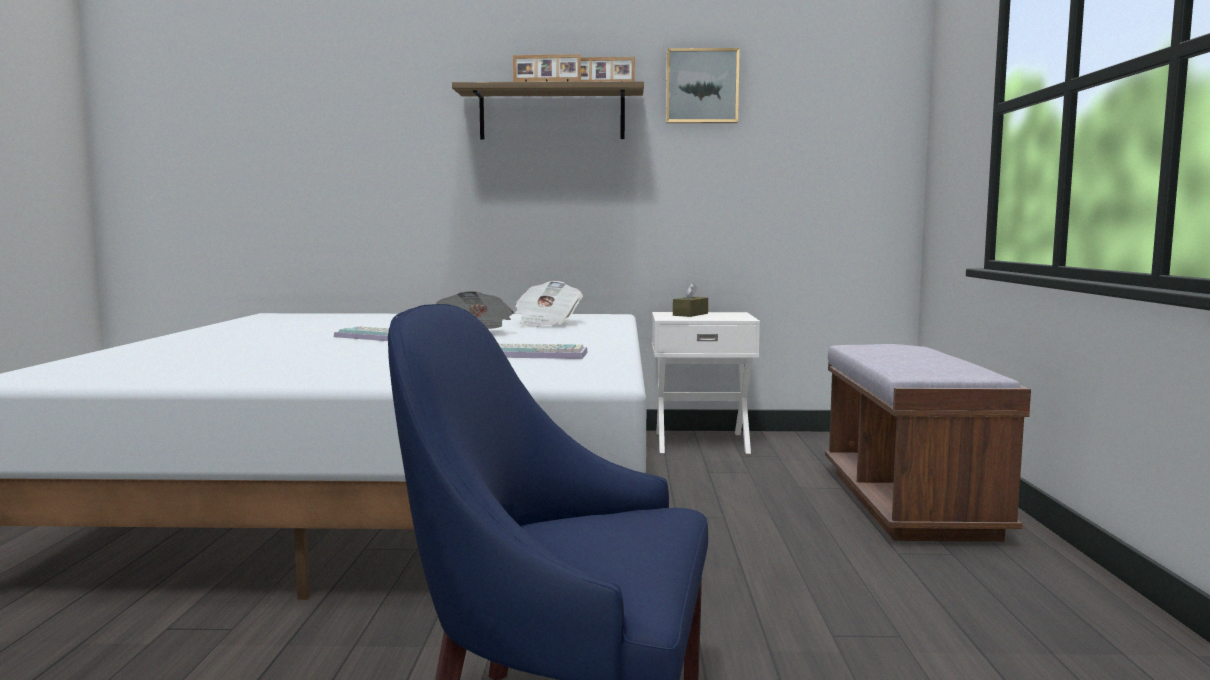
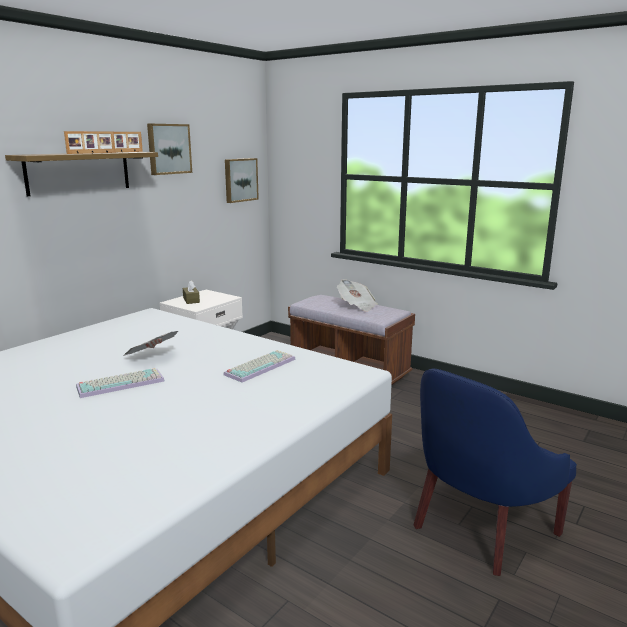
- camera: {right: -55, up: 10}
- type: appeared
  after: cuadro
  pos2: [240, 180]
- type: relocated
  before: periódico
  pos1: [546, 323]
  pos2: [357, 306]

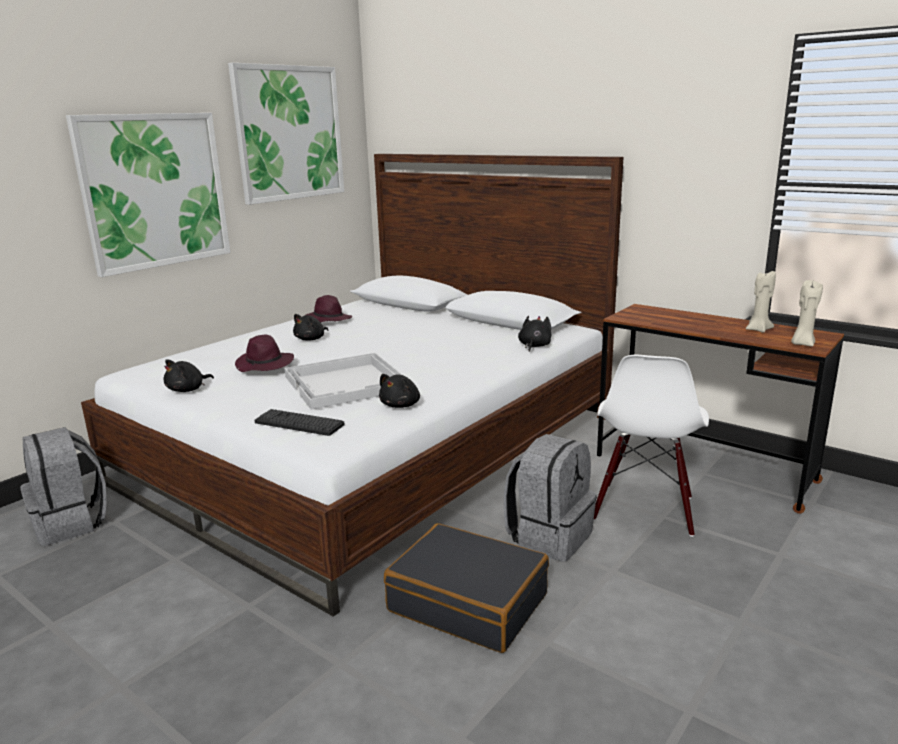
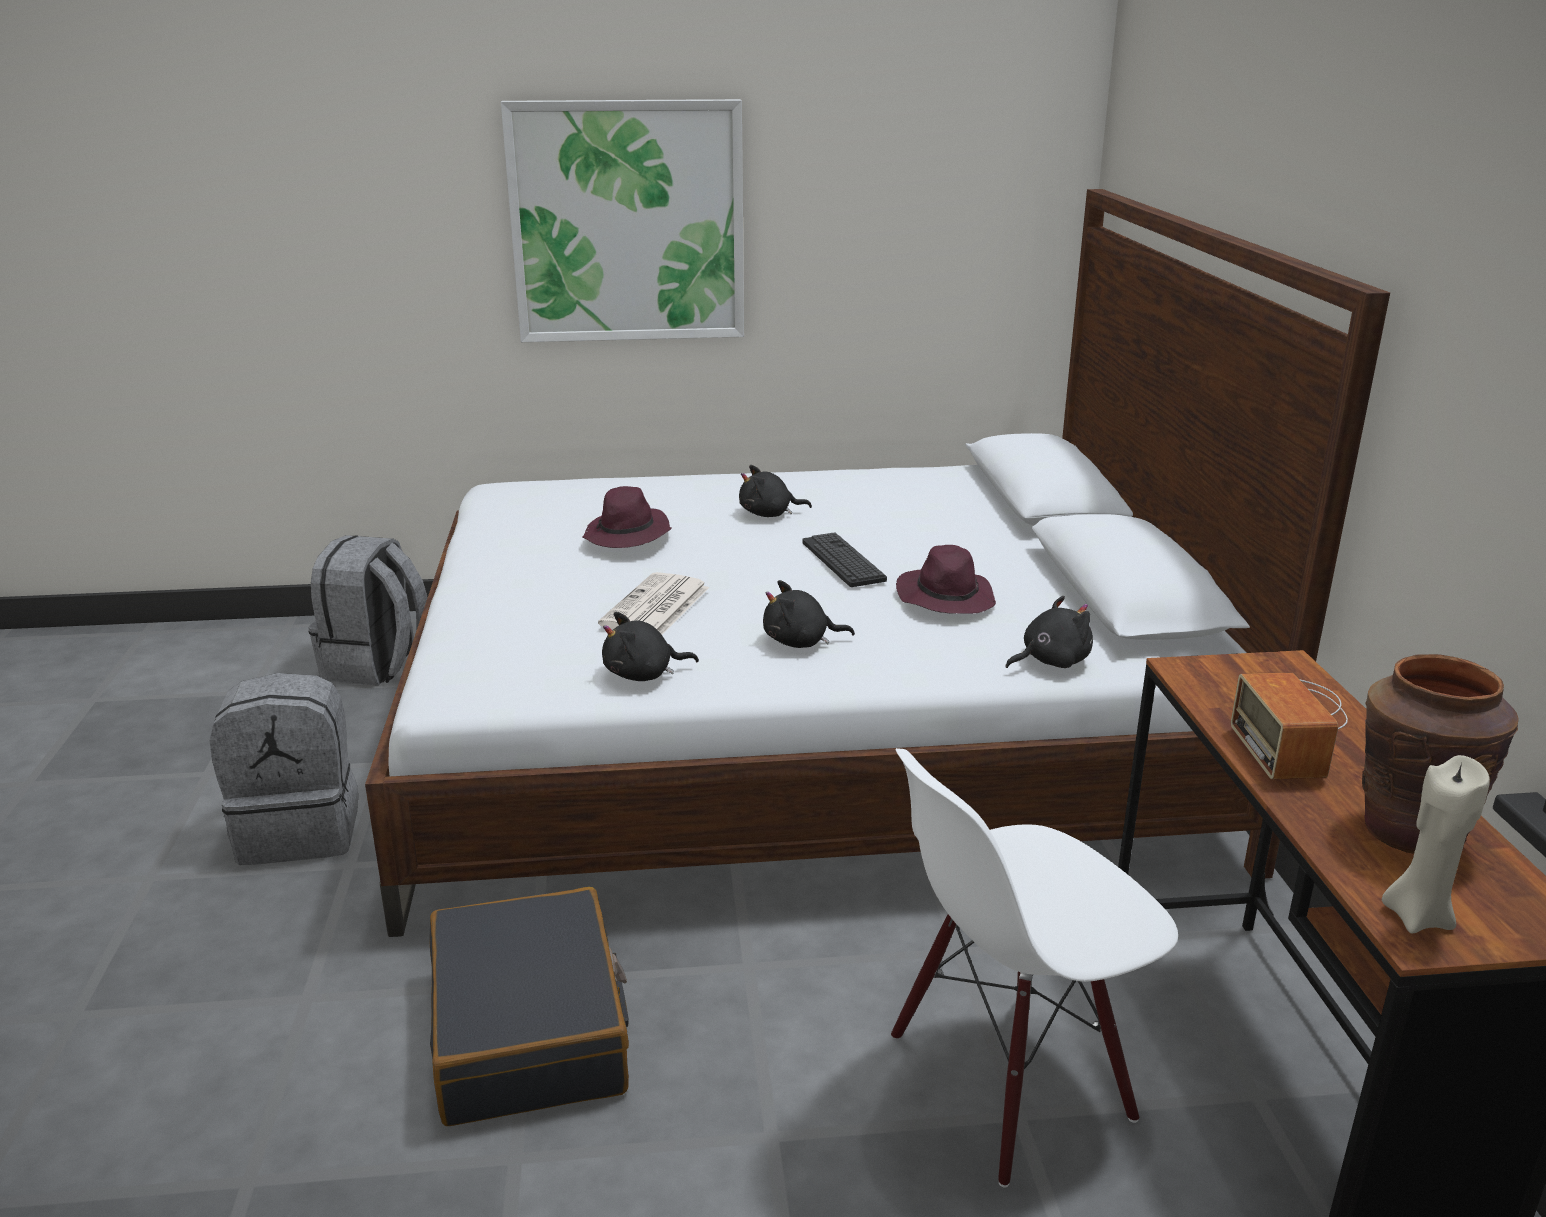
- camera: {right: 45, up: 5}
- type: missing
  before: cuadro
  pos1: [289, 133]
- type: appeared
  after: radio
  pos2: [1291, 724]
- type: relocated
  before: peluche (negro)
  pos1: [188, 390]
  pos2: [800, 642]
- type: relocated
  before: teclado
  pos1: [299, 423]
  pos2: [843, 561]
- type: relocated
  before: sombrero (morado)
  pos1: [328, 320]
  pos2: [945, 598]
- type: relocated
  before: mochila (gris)
  pos1: [549, 536]
  pos2: [301, 831]
- type: exchanged
  before: bandeja (blanco)
  after: periódico
  pos1: [347, 383]
  pos2: [656, 607]
- type: exchanged
  before: vela (beis)
  after: florero (marrón)
  pos1: [758, 330]
  pos2: [1410, 831]

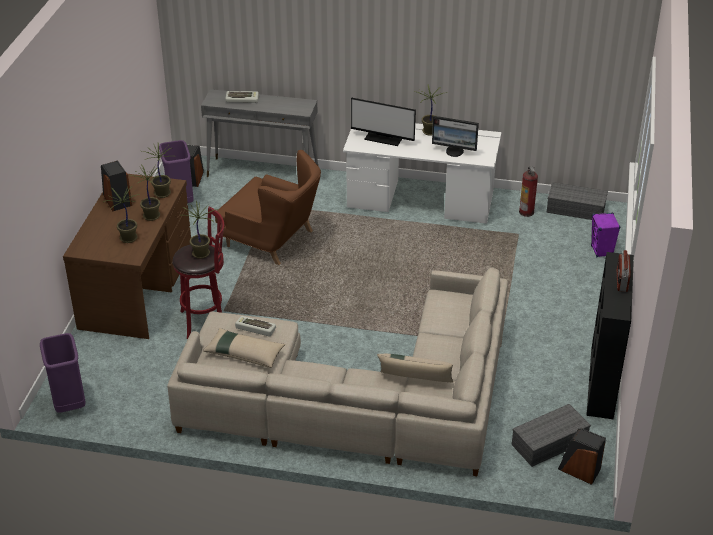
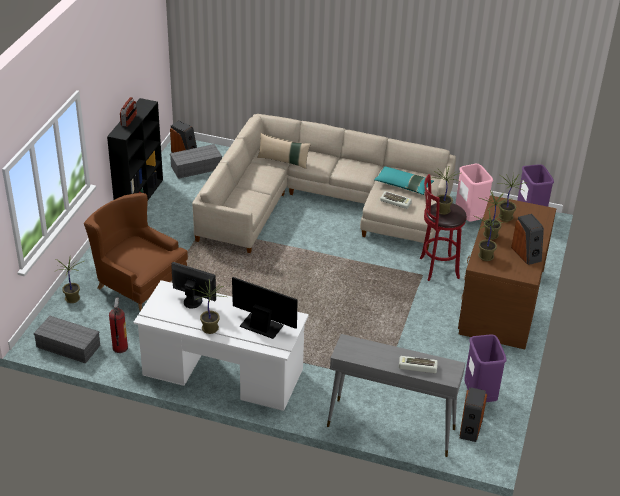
- camera: {right: -175, up: 0}
- type: appeared
  after: papelera (rosa)
  pos2: [469, 218]
- type: relocated
  before: sillón (marrón)
  pos1: [272, 240]
  pos2: [137, 282]
- type: exchanged
  before: altavoz (morado)
  after: planta en maceta
  pos1: [602, 251]
  pos2: [72, 298]
- type: colour
  before: cojín (beis)
  after: cojín (turquesa)
  pos1: [244, 353]
  pos2: [403, 185]

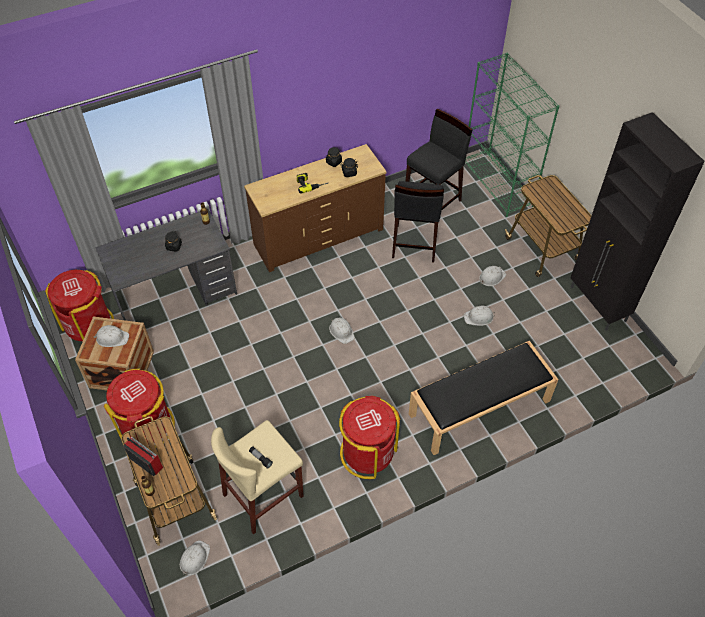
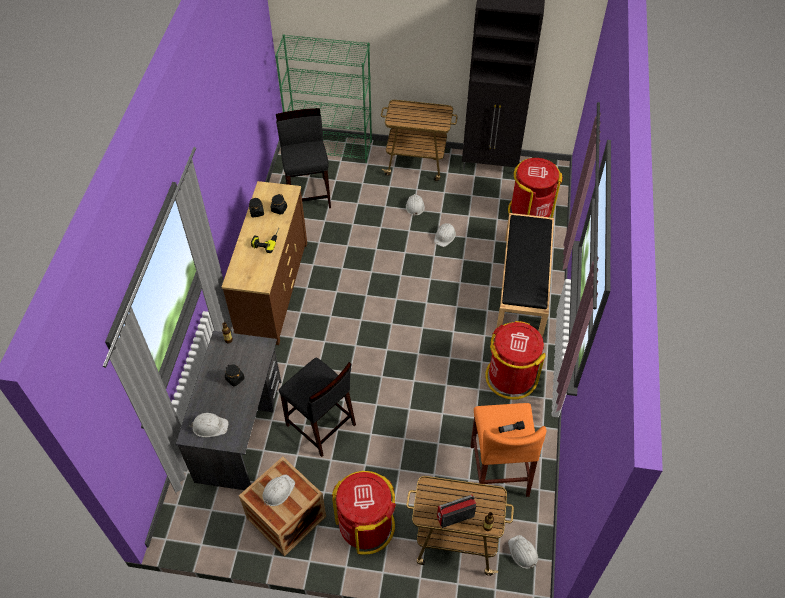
- camera: {right: -55, up: 0}
- type: relocated
  before: papelera (rojo)
  pos1: [89, 325]
  pos2: [530, 211]
- type: relocated
  before: casco (blanco)
  pos1: [341, 331]
  pos2: [209, 426]
- type: relocated
  before: taburete (negro)
  pos1: [414, 243]
  pos2: [321, 426]
- type: colour
  before: taburete (beis)
  after: taburete (naranja)
  pos1: [263, 495]
  pos2: [498, 470]

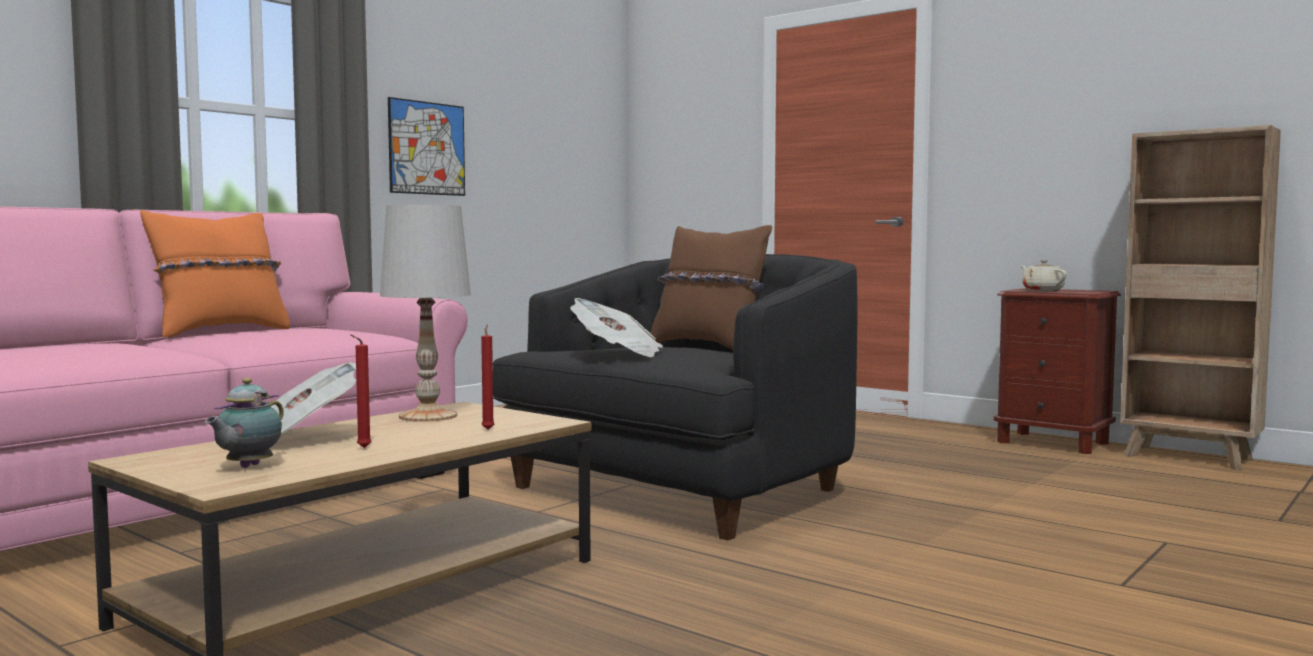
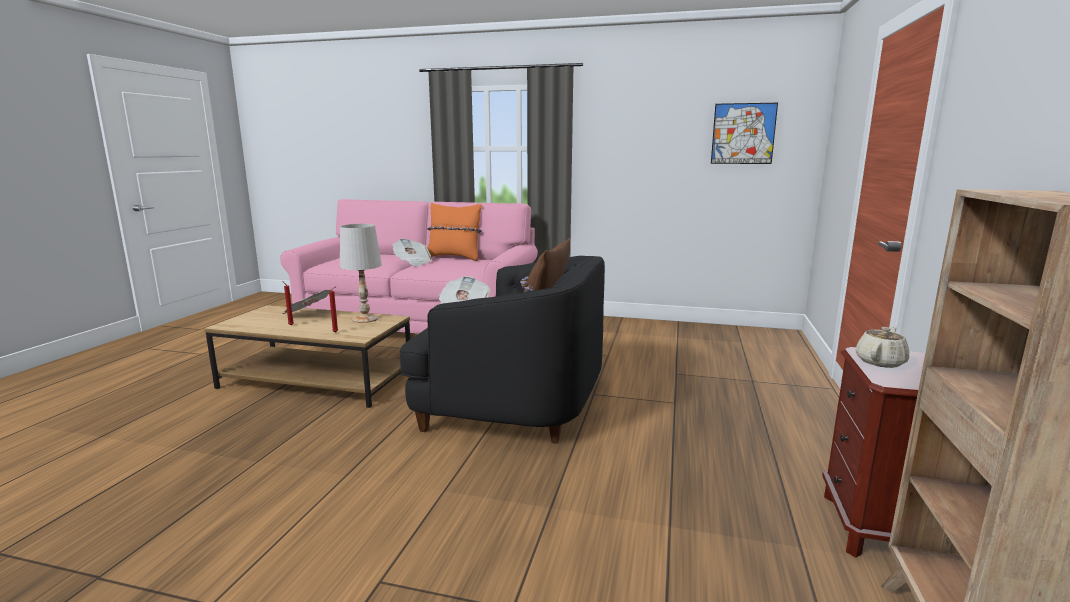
- camera: {right: 65, up: 10}
- type: missing
  before: tetera
  pos1: [247, 467]
- type: appeared
  after: periódico
  pos2: [412, 263]
- type: relocated
  before: cuadro
  pos1: [427, 148]
  pos2: [743, 133]

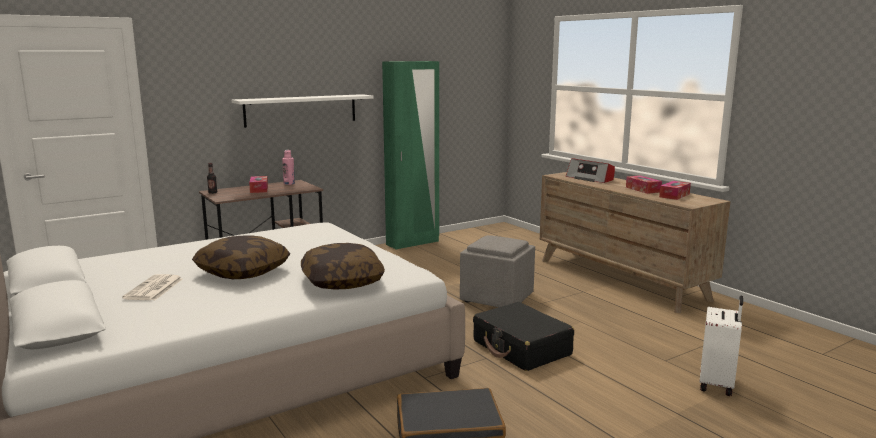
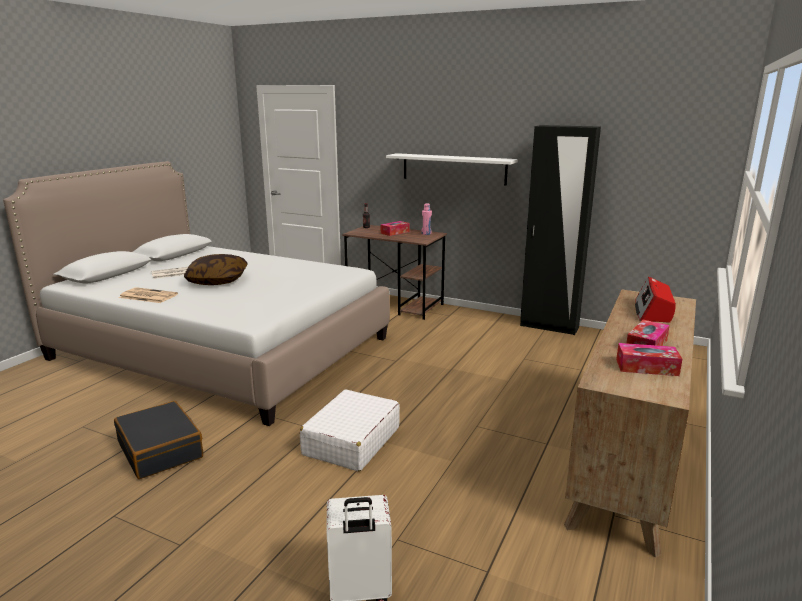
- camera: {right: 60, up: 5}
- type: missing
  before: cojín
  pos1: [342, 281]
- type: missing
  before: puf (gris)
  pos1: [496, 298]
- type: appeared
  after: periódico
  pos2: [147, 296]
- type: colour
  before: armario ropero (verde)
  after: armario ropero (negro)
  pos1: [412, 243]
  pos2: [549, 327]
- type: colour
  before: maleta (negro)
  after: maleta (blanco)
  pos1: [521, 348]
  pos2: [351, 441]

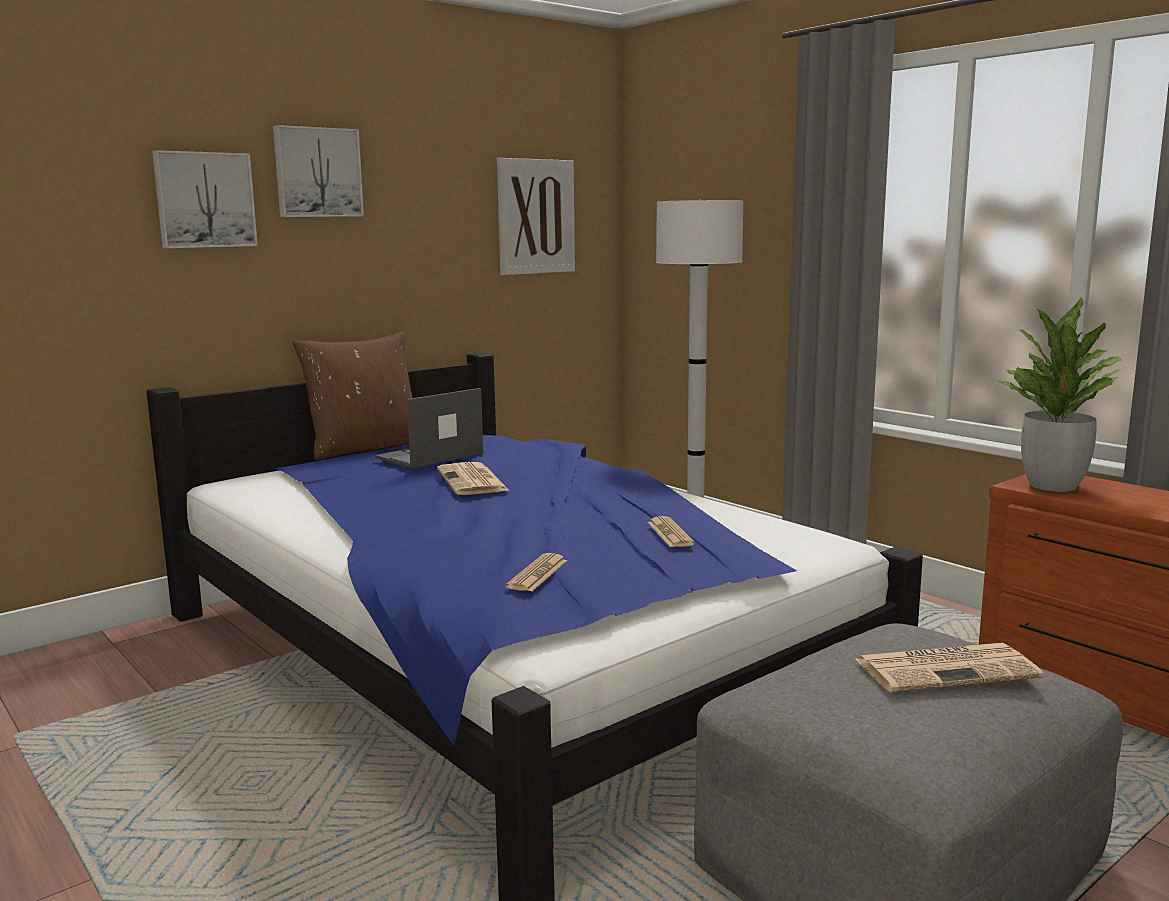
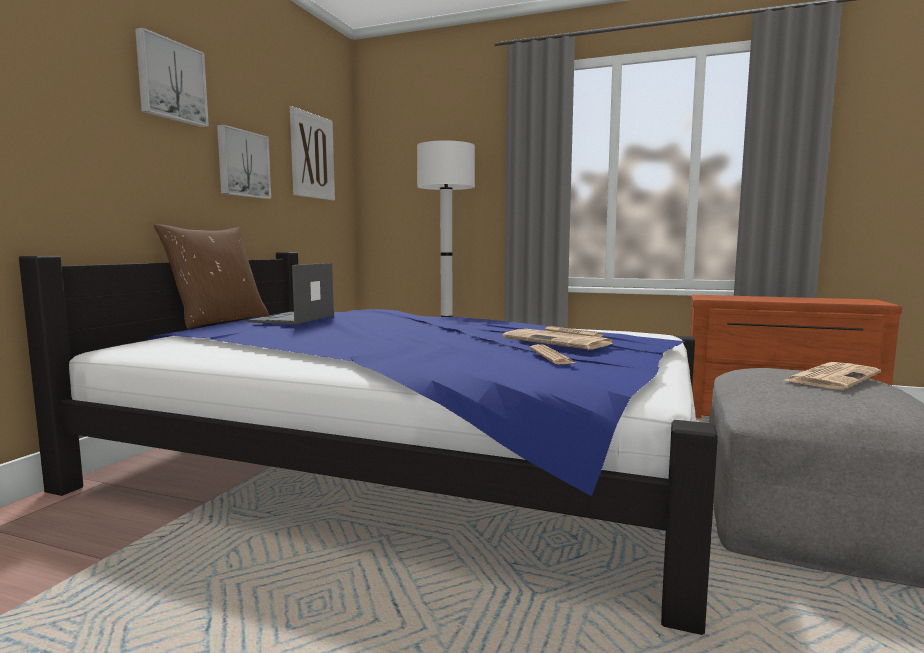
- camera: {right: -30, up: -5}
- type: missing
  before: planta en maceta
  pos1: [1052, 486]
- type: relocated
  before: cuadro
  pos1: [204, 200]
  pos2: [242, 164]
- type: relocated
  before: periódico
  pos1: [473, 481]
  pos2: [558, 341]

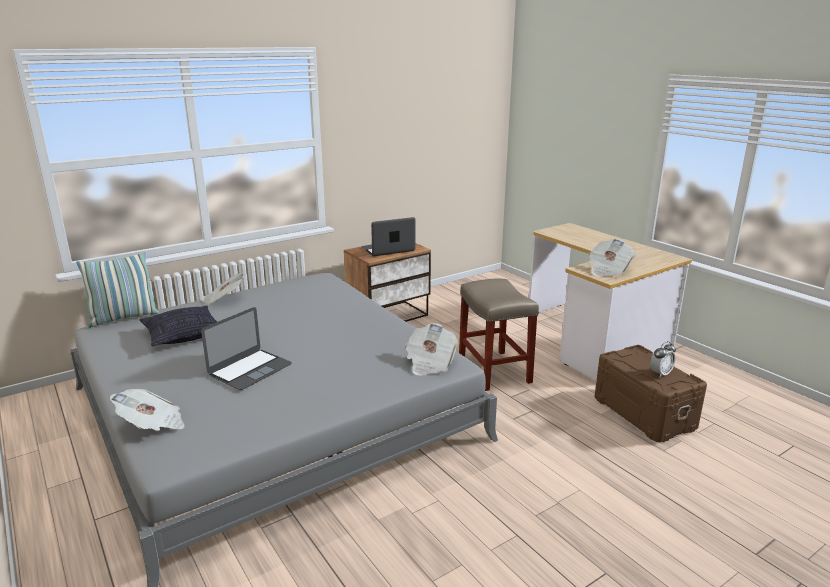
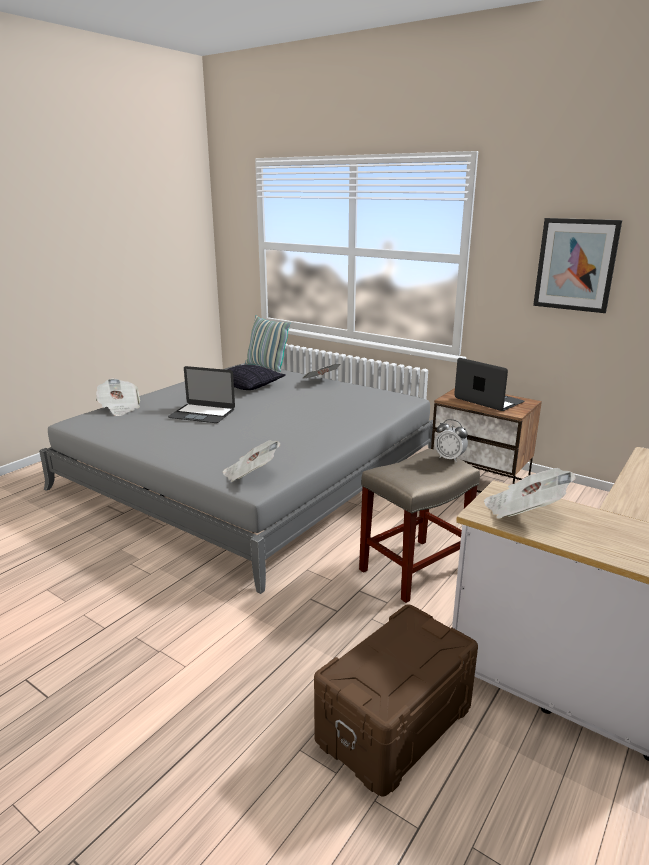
- camera: {right: 70, up: 0}
- type: appeared
  after: cuadro
  pos2: [575, 265]
- type: relocated
  before: despertador
  pos1: [660, 373]
  pos2: [449, 458]

